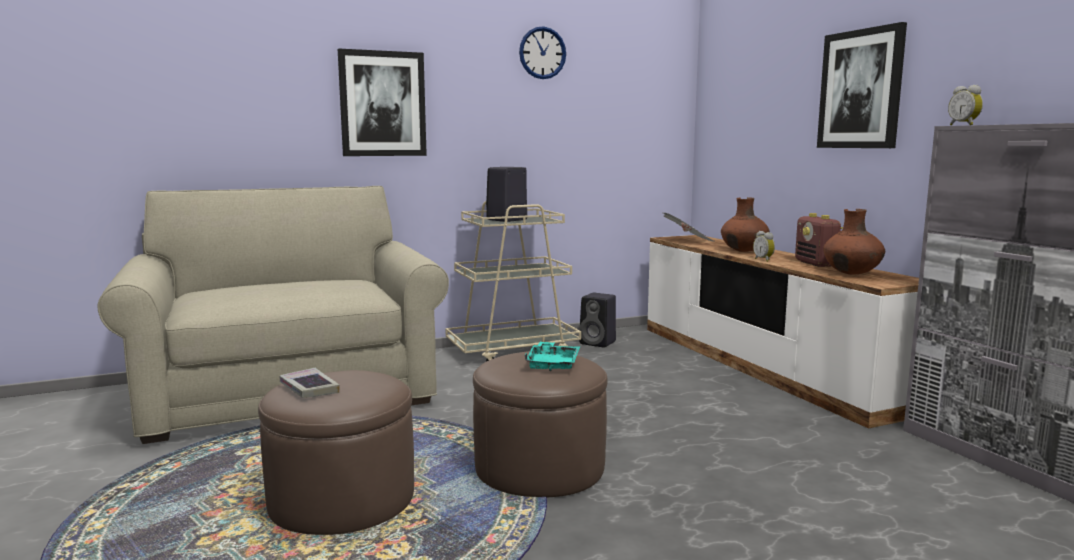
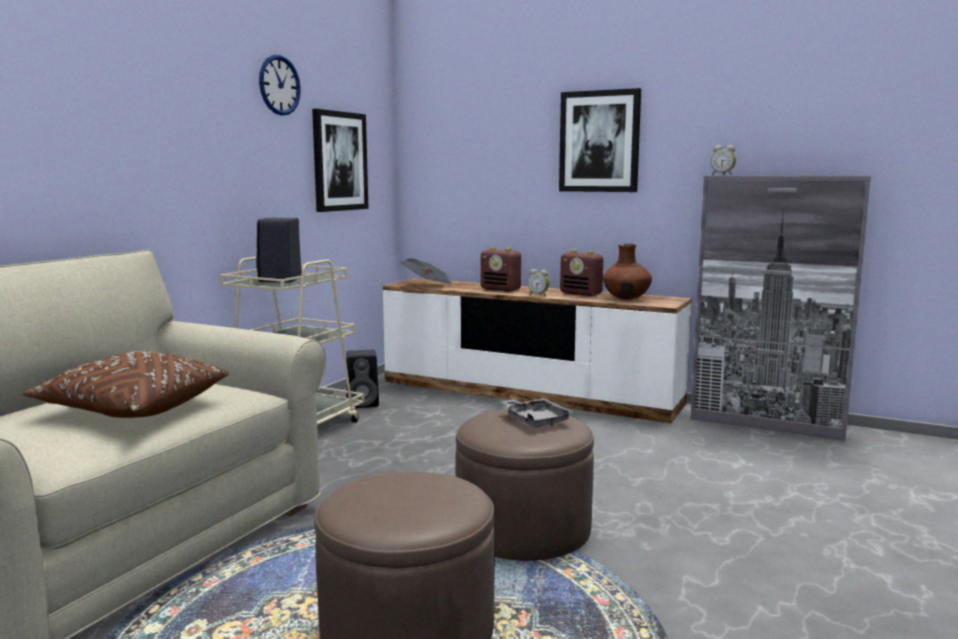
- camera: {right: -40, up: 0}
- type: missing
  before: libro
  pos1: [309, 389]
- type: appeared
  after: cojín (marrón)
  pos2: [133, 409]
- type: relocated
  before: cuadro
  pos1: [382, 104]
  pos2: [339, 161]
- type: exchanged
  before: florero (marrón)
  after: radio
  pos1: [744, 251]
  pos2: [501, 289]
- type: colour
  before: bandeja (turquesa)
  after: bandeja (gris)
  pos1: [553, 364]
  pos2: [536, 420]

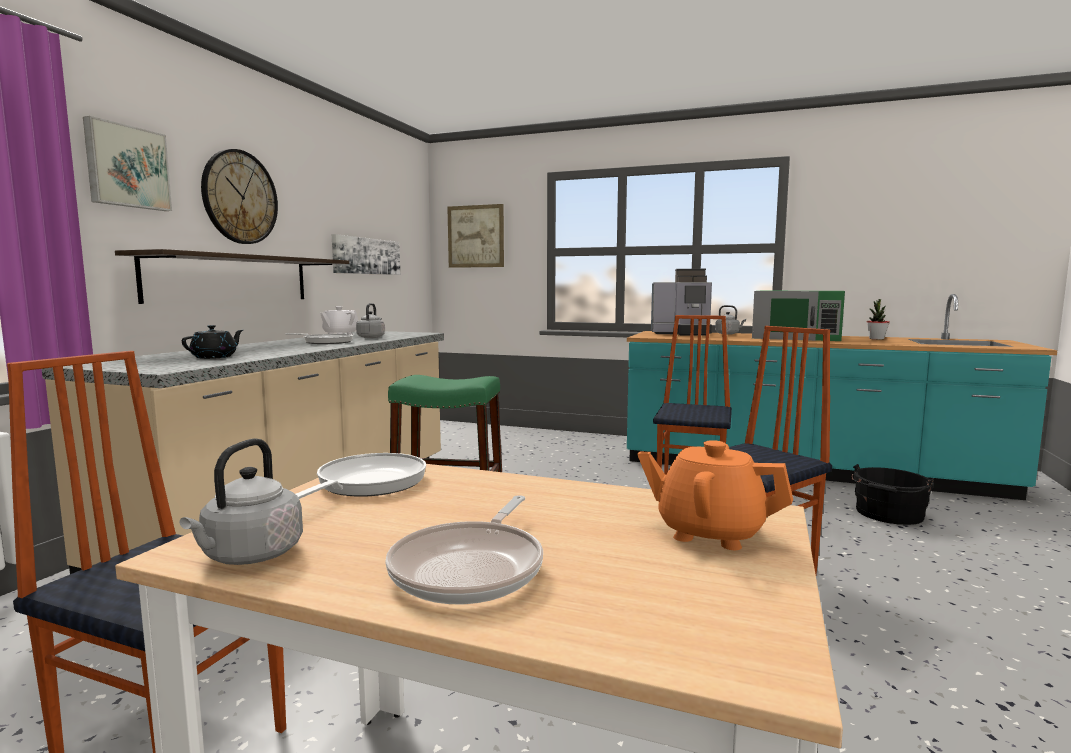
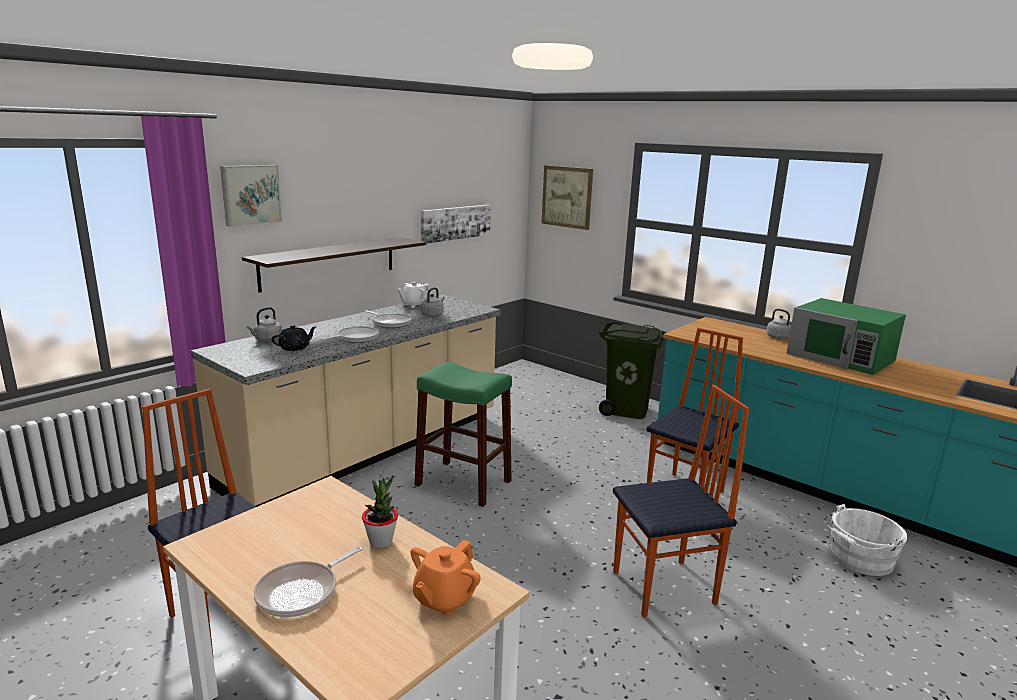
- camera: {right: 20, up: 10}
- type: missing
  before: reloj de pared
  pos1: [240, 197]
- type: missing
  before: cafetera
  pos1: [682, 333]
- type: appeared
  after: papelera (verde)
  pos2: [626, 410]
- type: relocated
  before: hervidor (gris)
  pos1: [249, 556]
  pos2: [267, 340]
- type: relocated
  before: sartén
  pos1: [367, 484]
  pos2: [355, 338]
- type: relocated
  before: planta en maceta
  pos1: [876, 339]
  pos2: [381, 541]
- type: colour
  before: cubo (negro)
  after: cubo (blanco)
  pos1: [888, 514]
  pos2: [858, 559]
- type: spun
  before: tetera (naranja)
  pos1: [709, 532]
  pos2: [444, 599]
  turn: -105

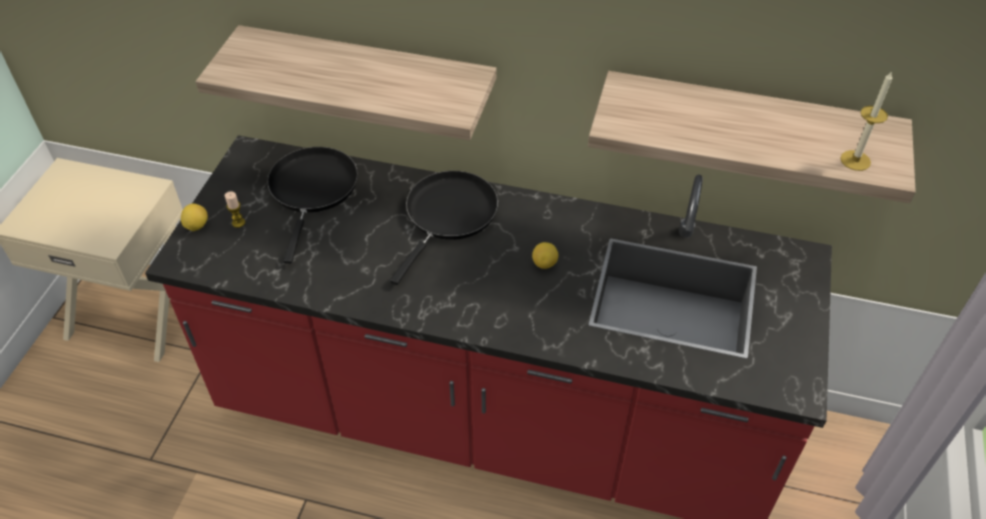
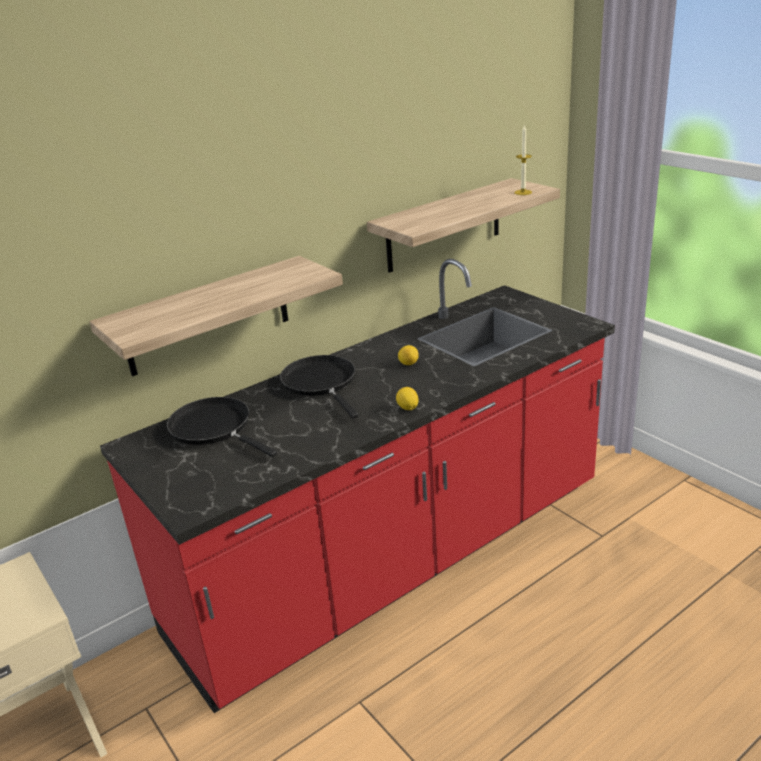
- camera: {right: -50, up: -20}
- type: missing
  before: vela
  pos1: [238, 222]
- type: relocated
  before: limón
  pos1: [197, 226]
  pos2: [407, 408]

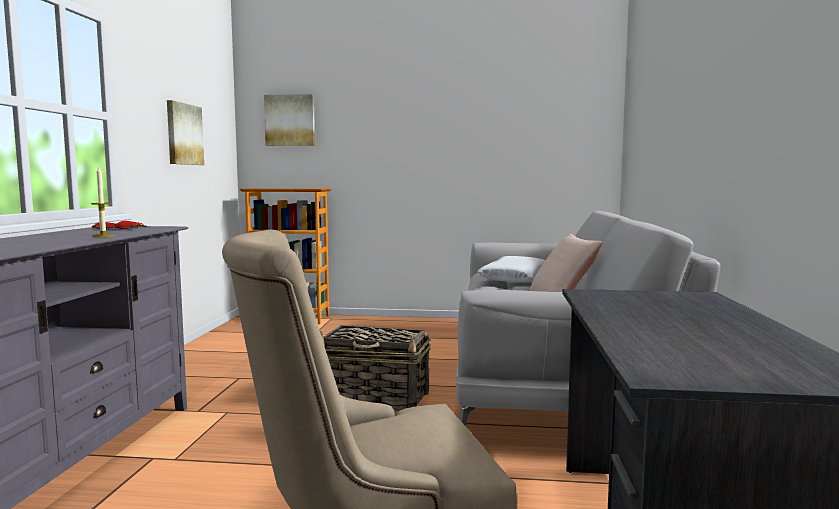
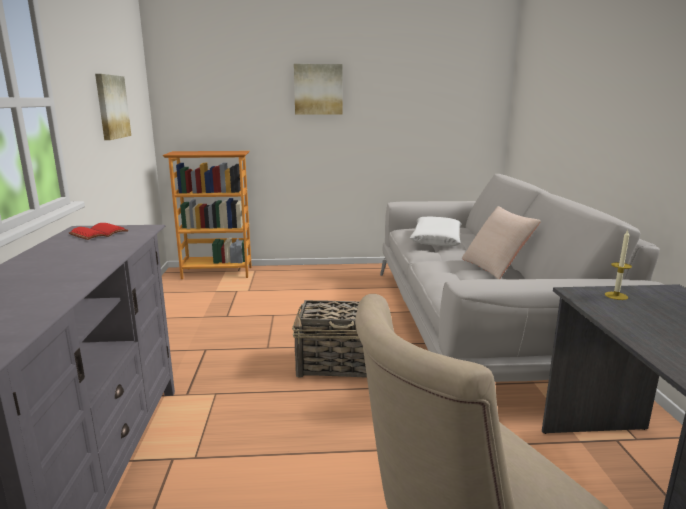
- camera: {right: -10, up: 10}
- type: relocated
  before: vela
  pos1: [103, 236]
  pos2: [616, 296]
- type: relocated
  before: cuadro
  pos1: [290, 120]
  pos2: [318, 89]

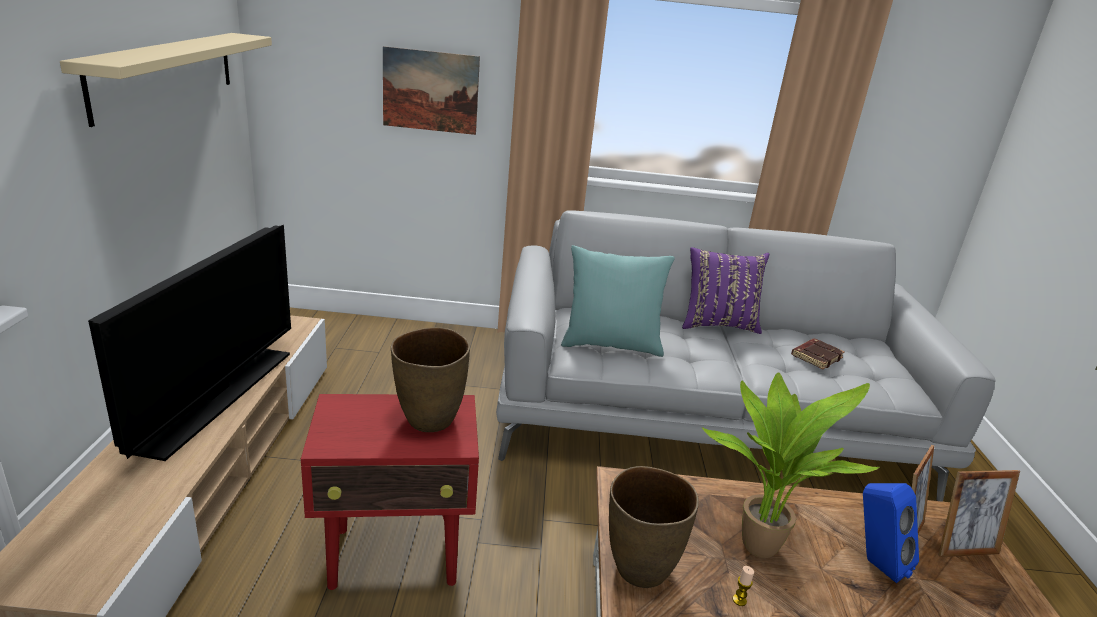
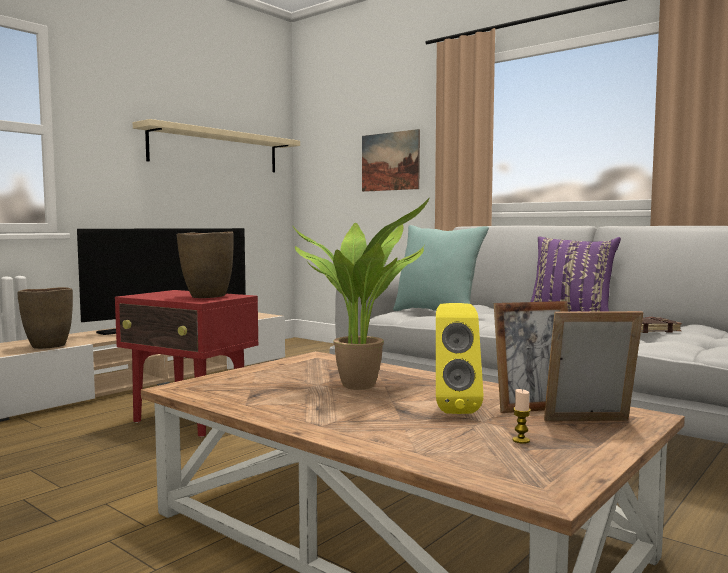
- camera: {right: 40, up: -20}
- type: relocated
  before: florero (marrón)
  pos1: [639, 569]
  pos2: [47, 346]
- type: relocated
  before: vela
  pos1: [739, 600]
  pos2: [521, 440]
- type: colour
  before: altavoz (azul)
  after: altavoz (amarillo)
  pos1: [874, 563]
  pos2: [454, 409]
- type: spun
  before: portarretratos
  pos1: [962, 548]
  pos2: [590, 424]
  turn: 150

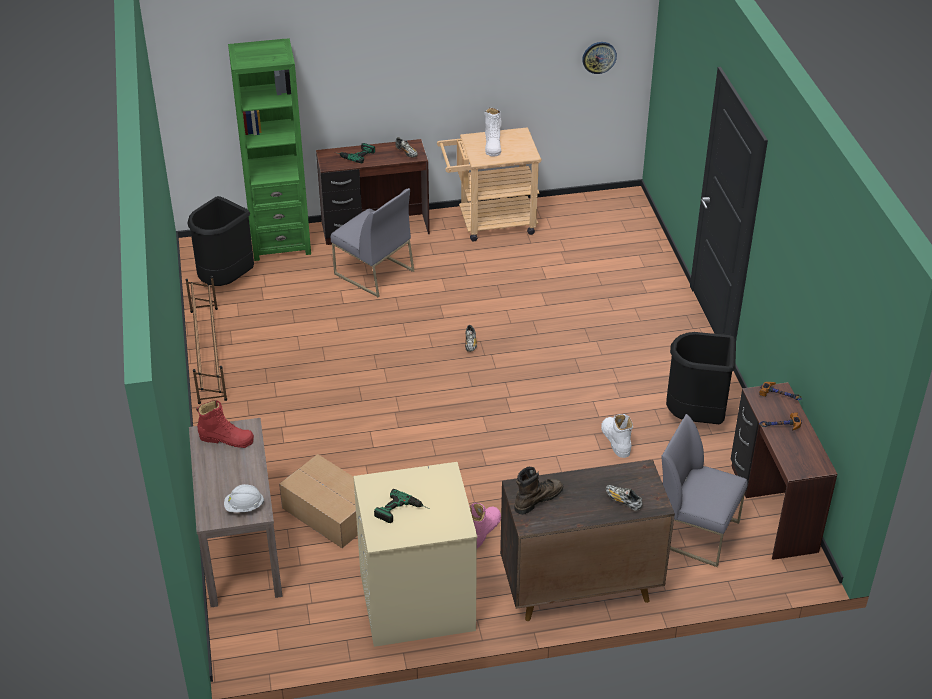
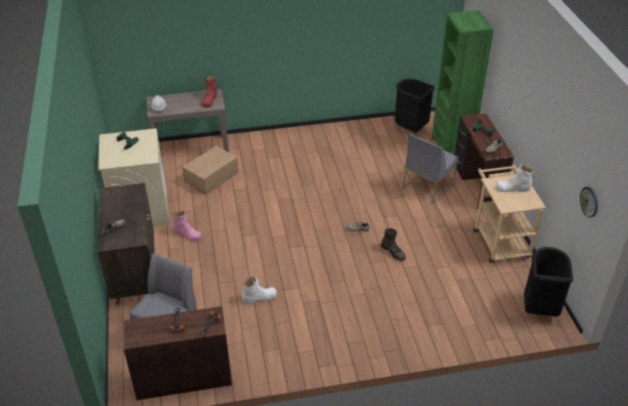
- camera: {right: 90, up: 0}
- type: missing
  before: zapatero (marrón)
  pos1: [208, 353]
- type: relocated
  before: bota (marrón)
  pos1: [537, 499]
  pos2: [393, 252]
- type: relocated
  before: papelera (negro)
  pos1: [696, 417]
  pos2: [539, 308]

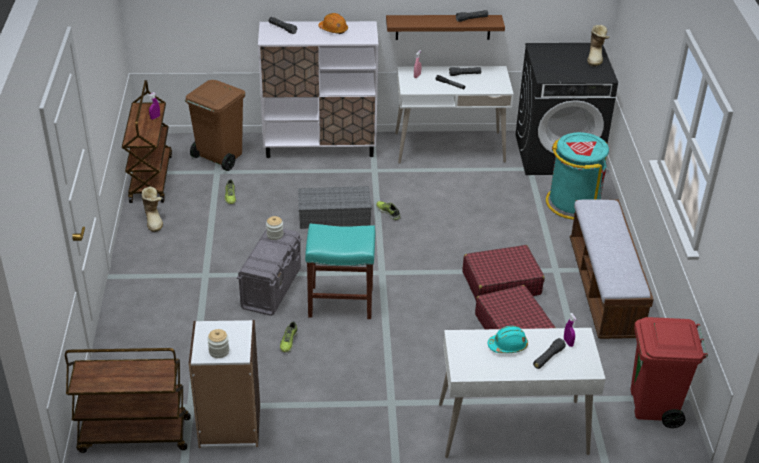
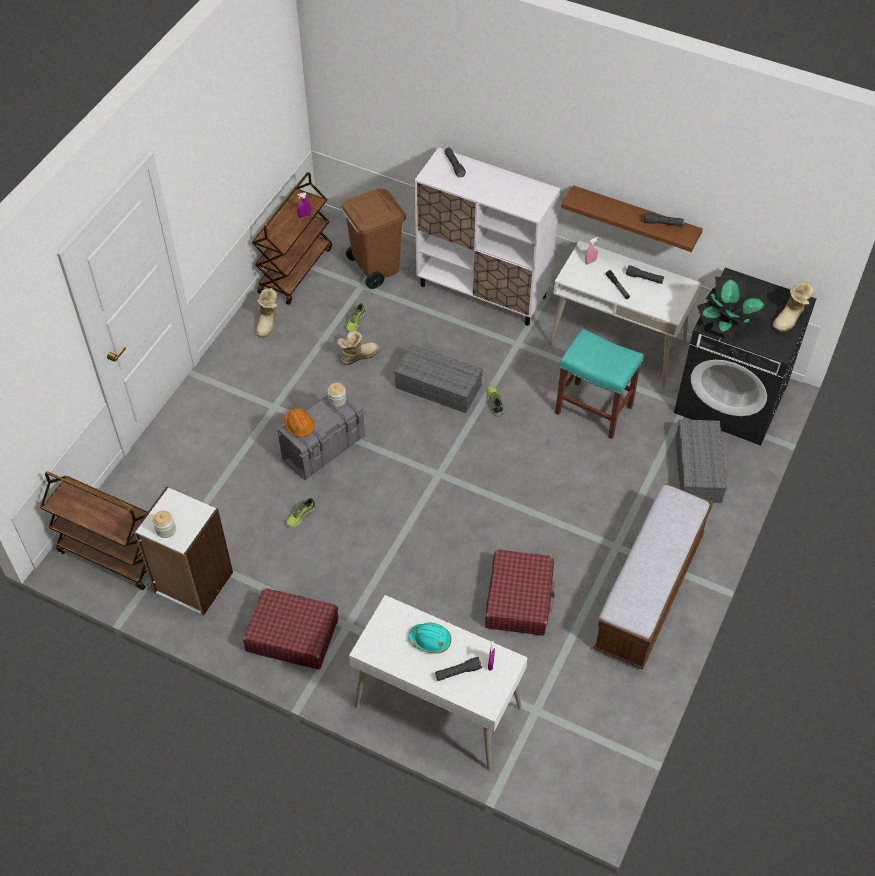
- camera: {right: 30, up: 15}
- type: missing
  before: papelera (rojo)
  pos1: [654, 406]
- type: appeared
  after: bota
  pos2: [357, 356]
- type: appeared
  after: planta en maceta
  pos2: [728, 323]
- type: relocated
  before: taburete (turquesa)
  pos1: [339, 302]
  pos2: [592, 409]
- type: relocated
  before: casco (naranja)
  pos1: [333, 29]
  pos2: [299, 425]
- type: relocated
  before: maleta (rojo)
  pos1: [501, 283]
  pos2: [292, 635]
- type: exchanged
  before: papelera (turquesa)
  after: caja de almacenaje (gris)
  pos1: [573, 203]
  pos2: [699, 470]

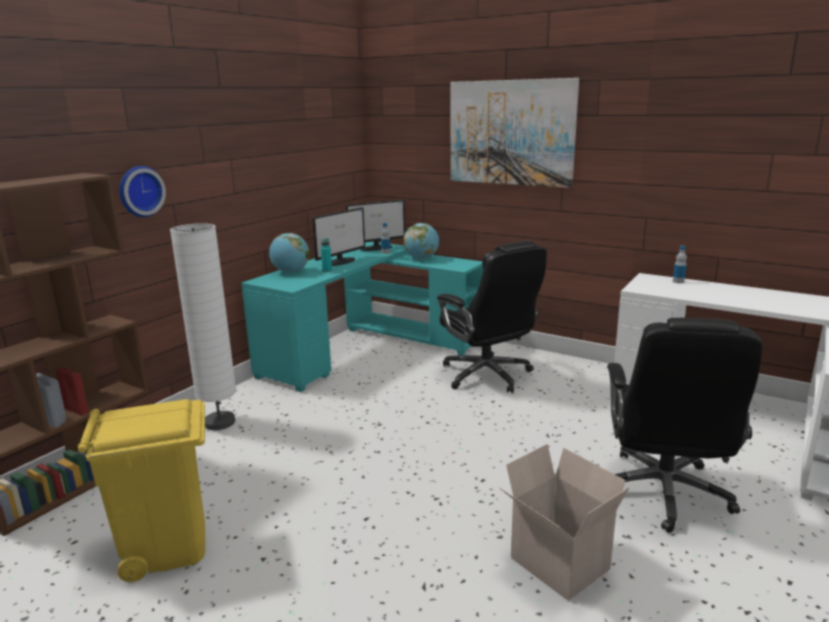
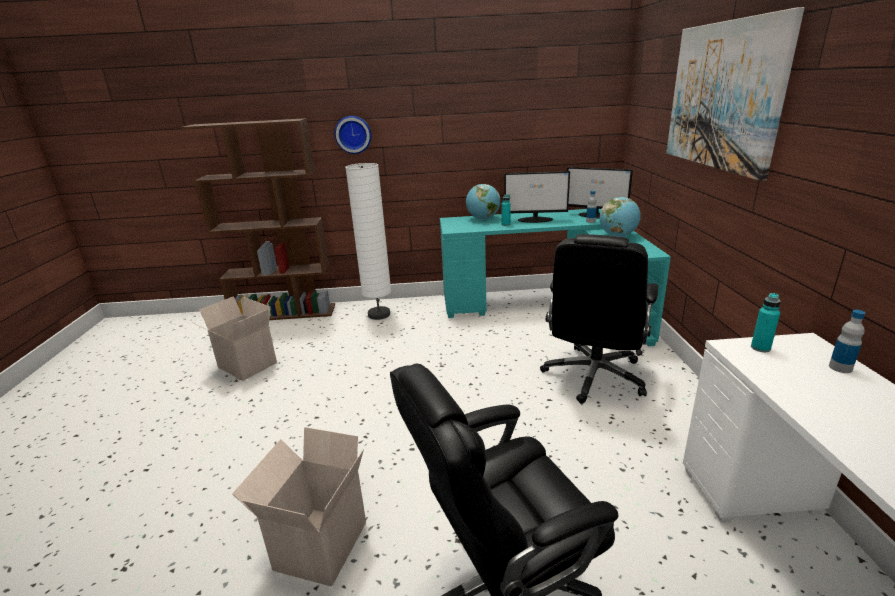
- camera: {right: 55, up: 5}
- type: appeared
  after: botella (turquesa)
  pos2: [760, 348]
- type: exchanged
  before: papelera (amarillo)
  after: caja de cartón
  pos1: [167, 546]
  pos2: [245, 365]

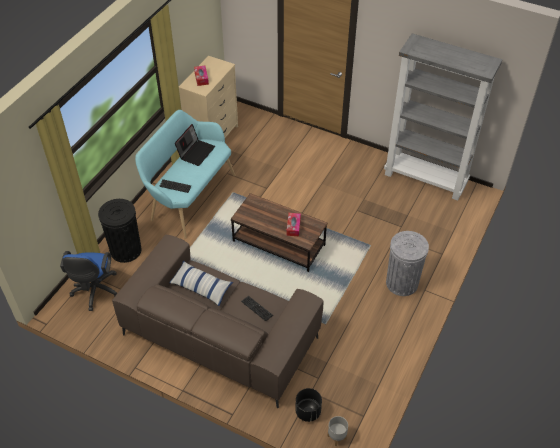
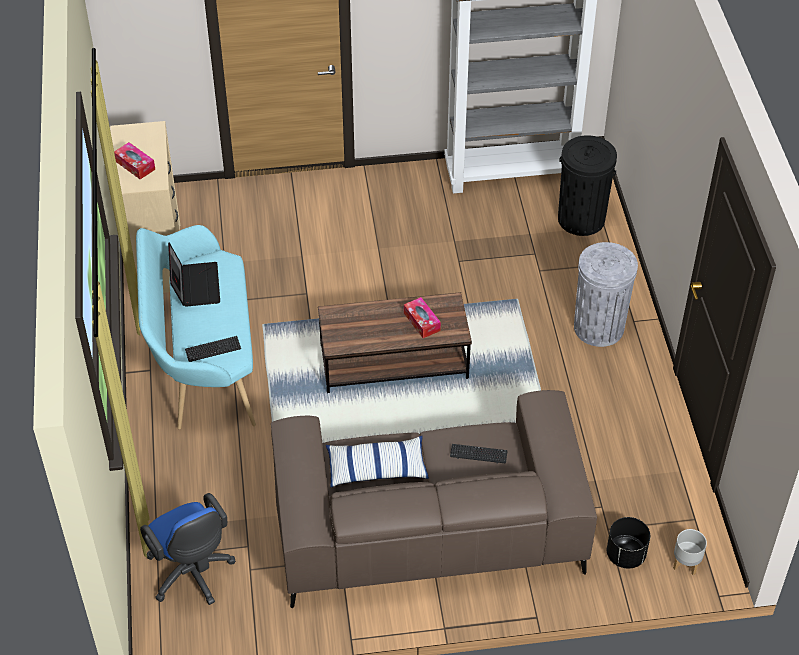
- camera: {right: -35, up: 0}
- type: relocated
  before: papelera (negro)
  pos1: [126, 250]
  pos2: [581, 219]

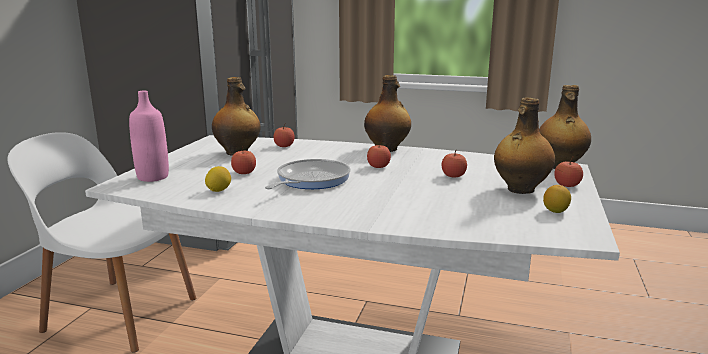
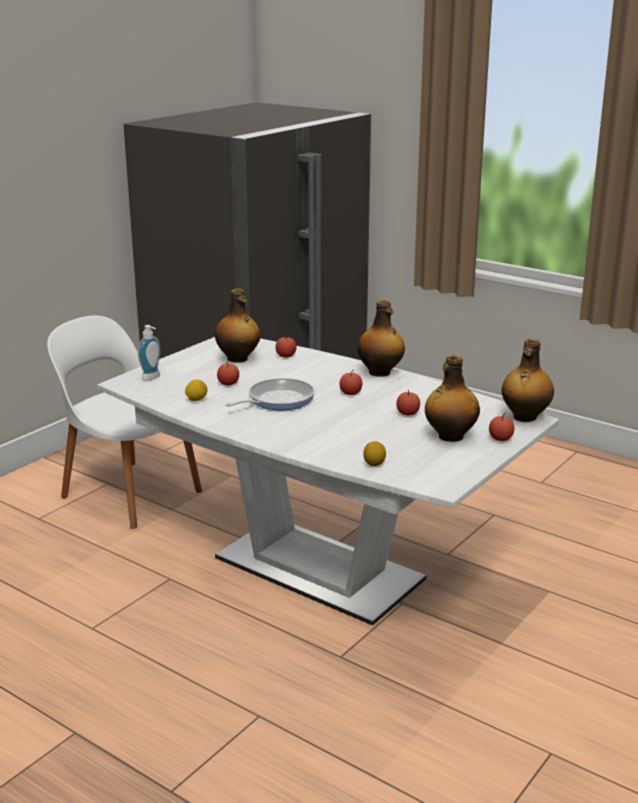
- camera: {right: 20, up: 5}
- type: relocated
  before: limón
  pos1: [555, 211]
  pos2: [374, 464]
- type: exchanged
  before: botella (rosa)
  after: dispensador de jabón
  pos1: [153, 177]
  pos2: [152, 378]

